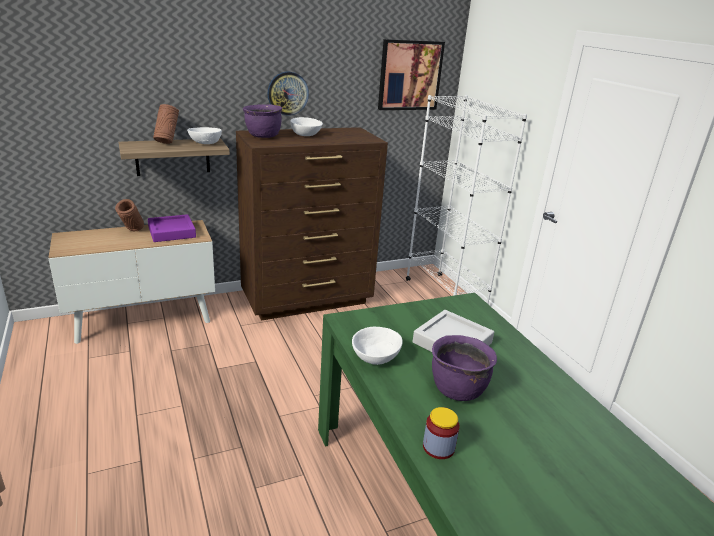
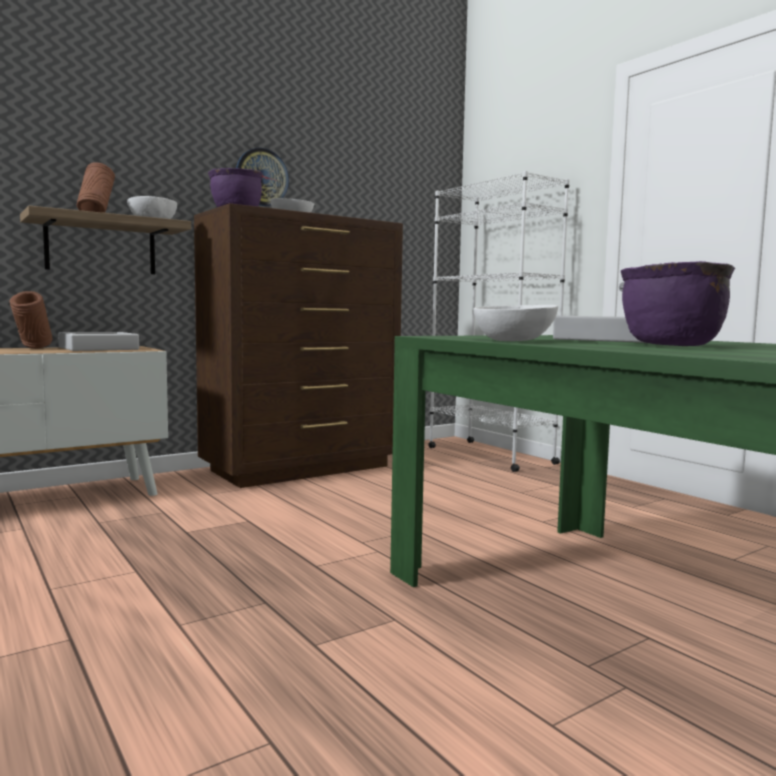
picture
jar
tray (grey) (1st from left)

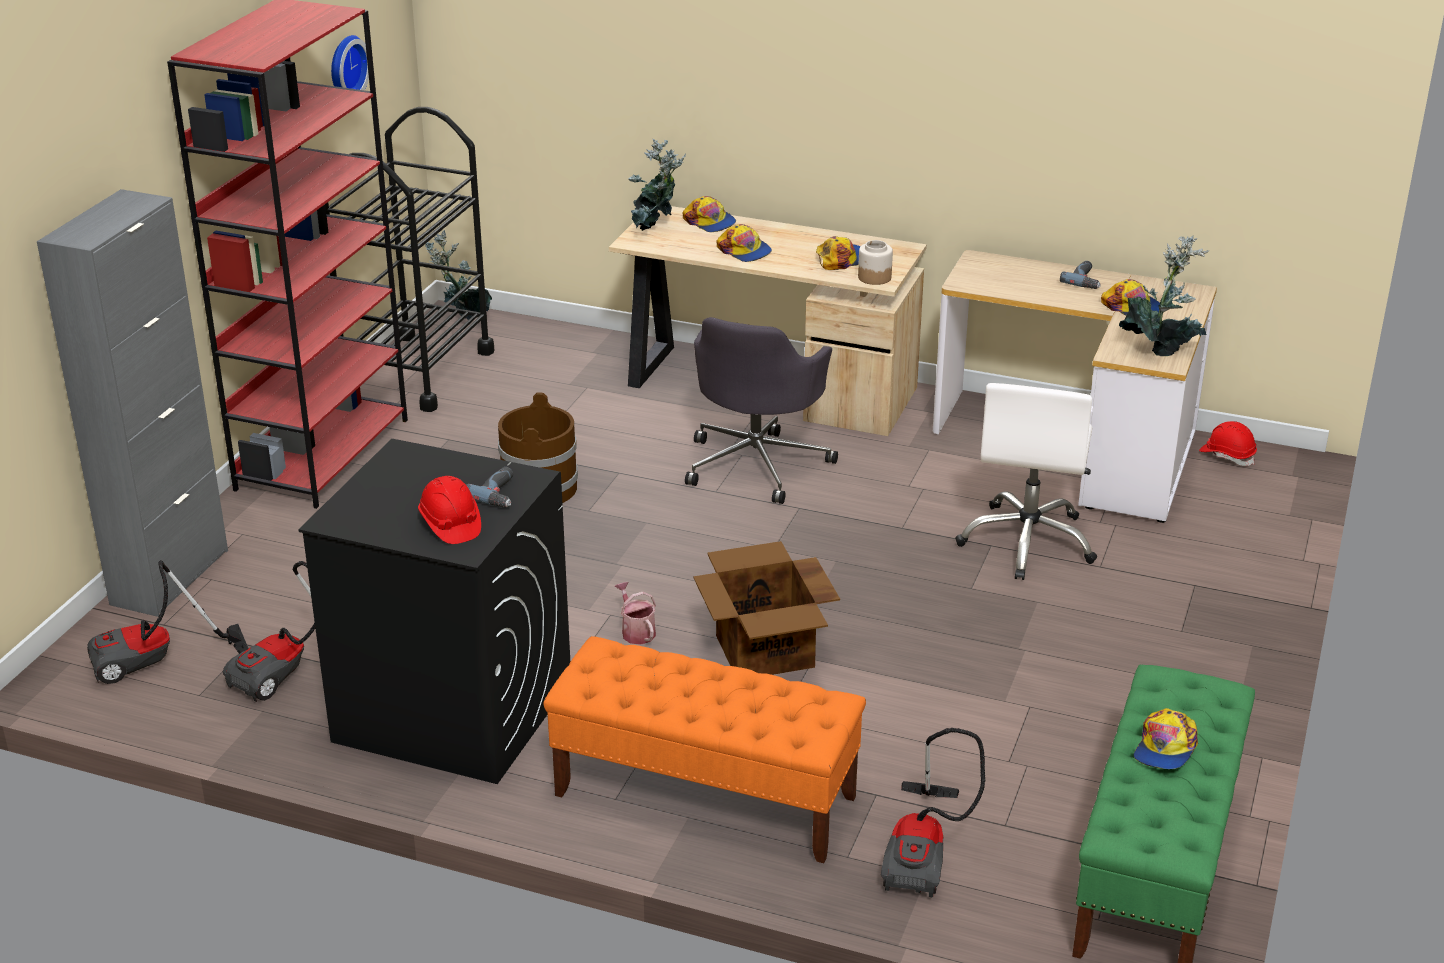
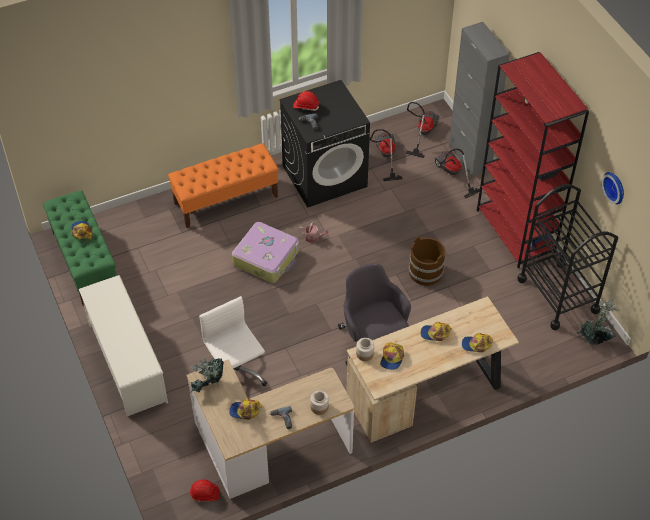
potted plant (2nd from left in the first image)
shoe rack (white)
jar (1st from left)
vacuum cleaner (3rd from left)
suitcase

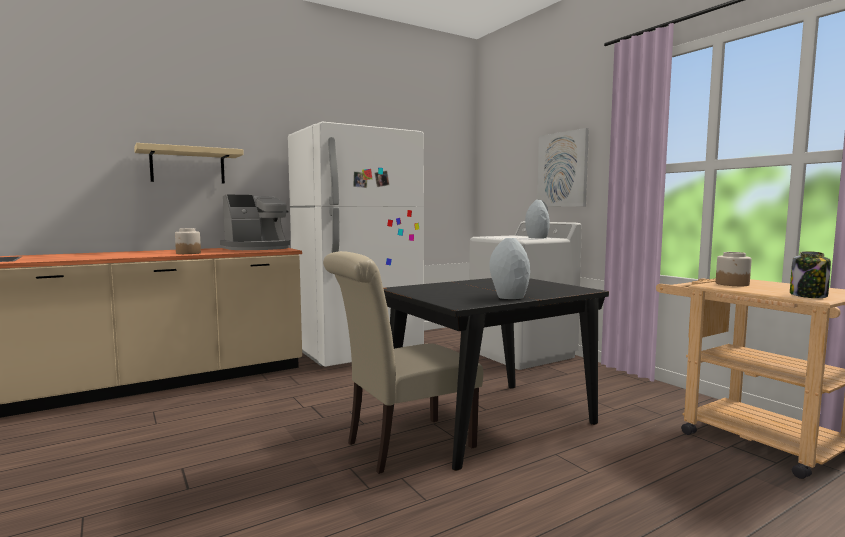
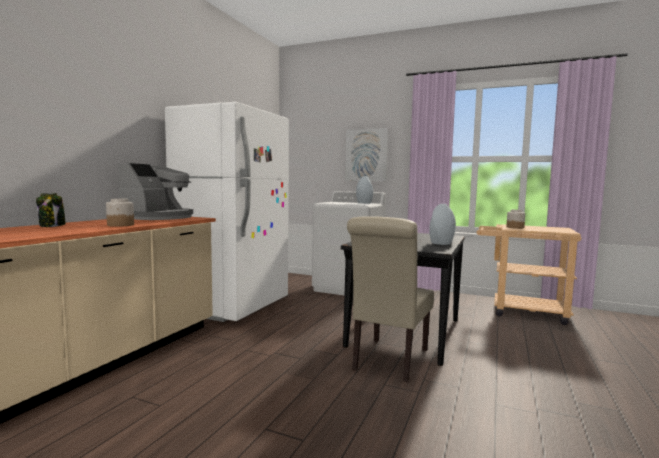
shelf (beige)
jar (1st from left)

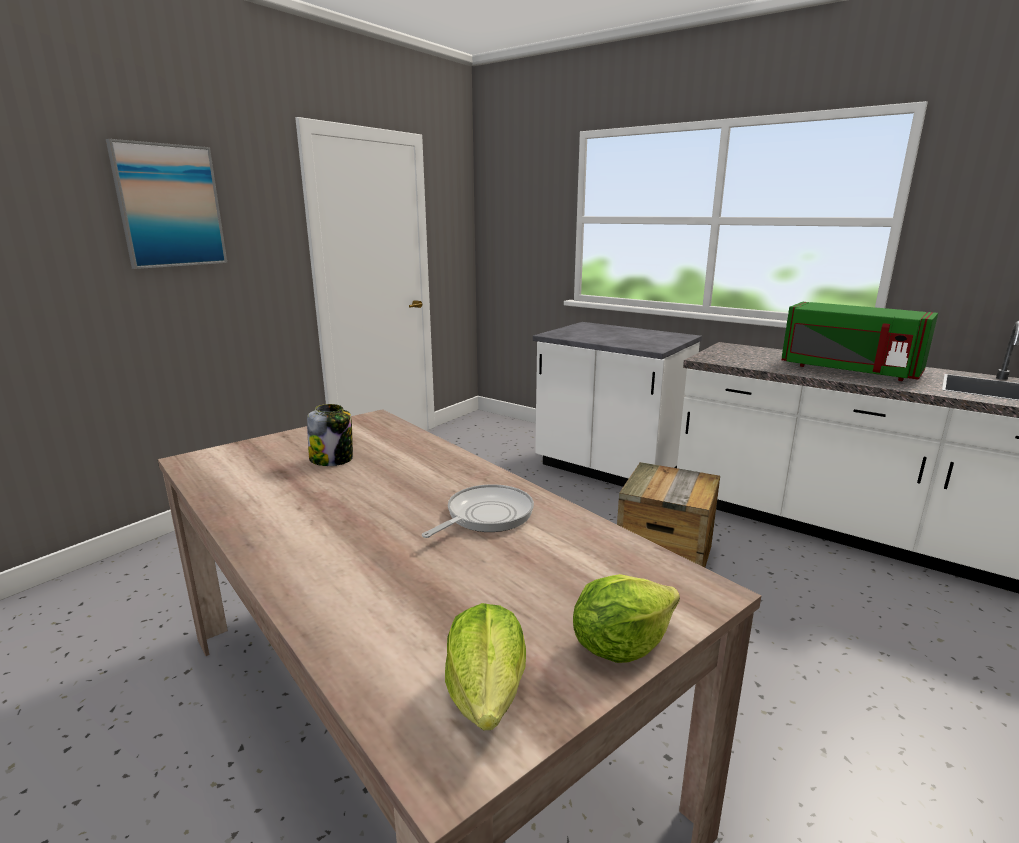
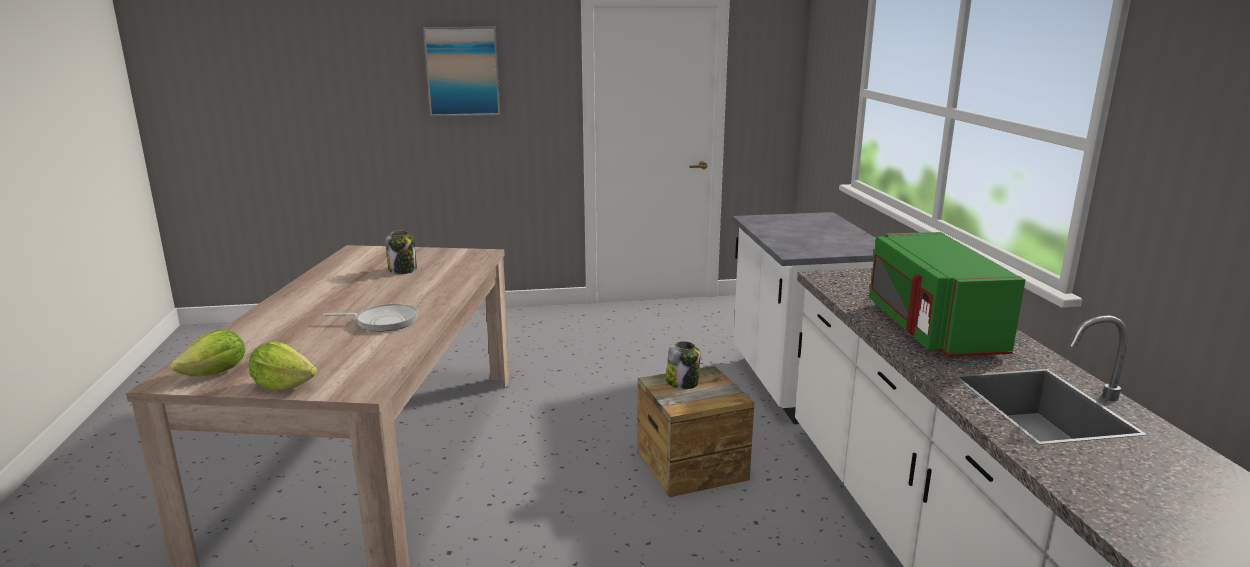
jar (2nd from left)

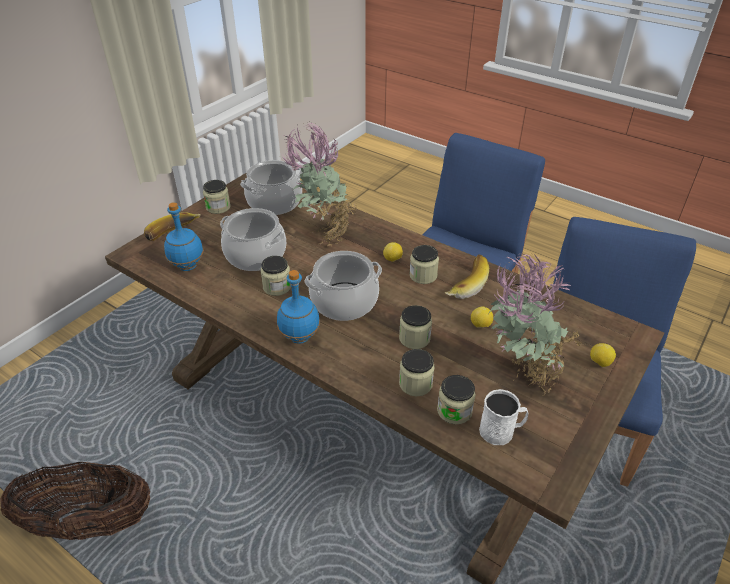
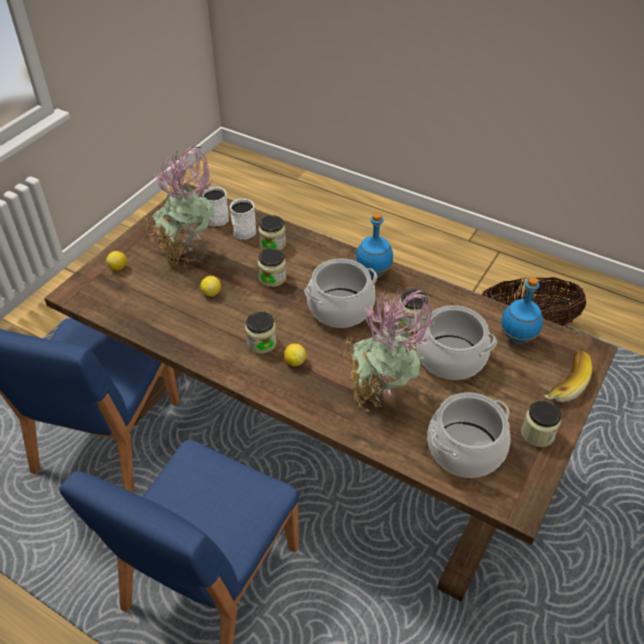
banana (2nd from left in the first image)
mug (white) (2nd from left)

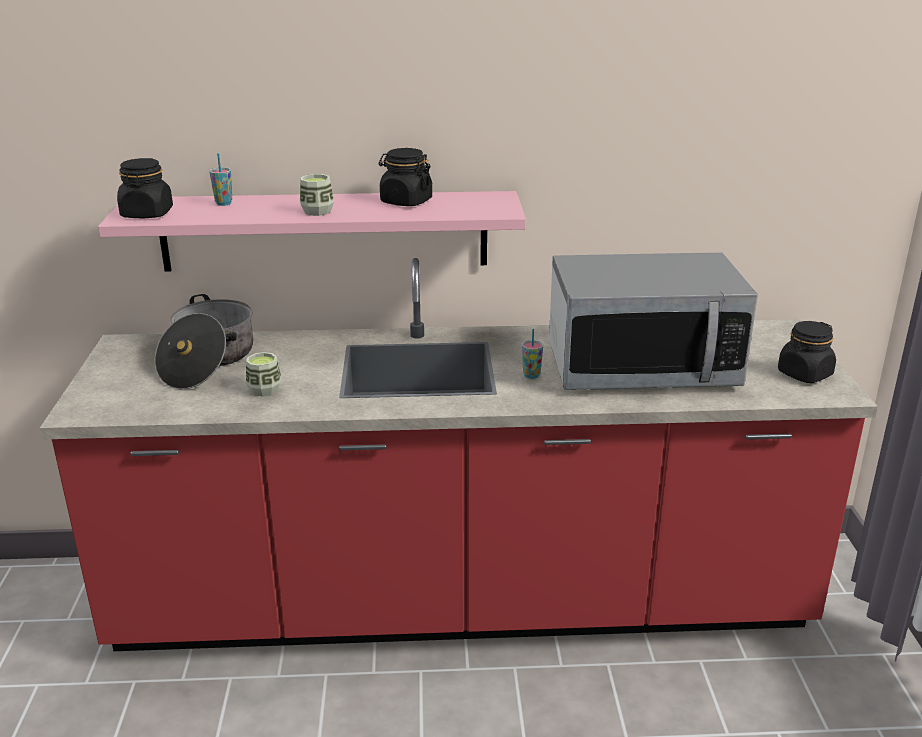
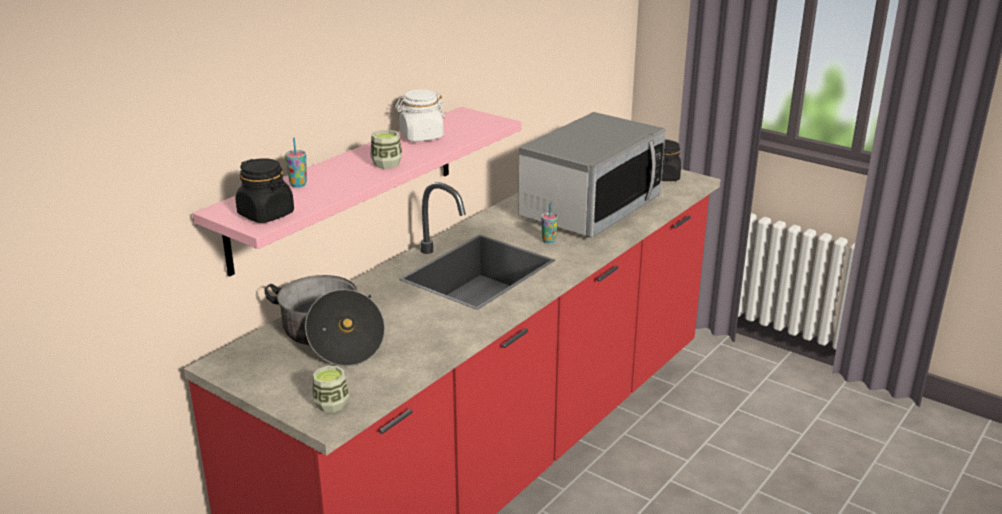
cup (2nd from left)
jar (white)

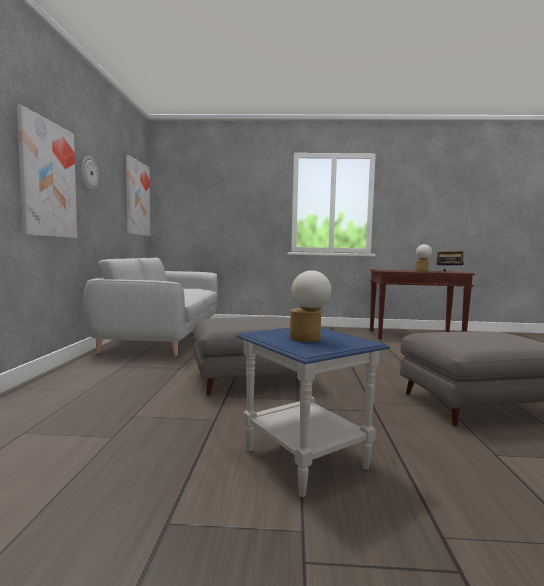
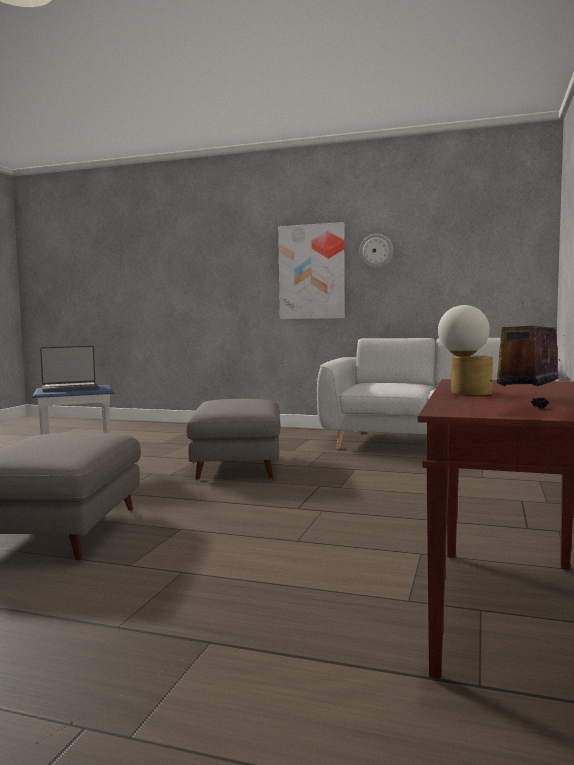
picture (2nd from left in the first image)
laptop

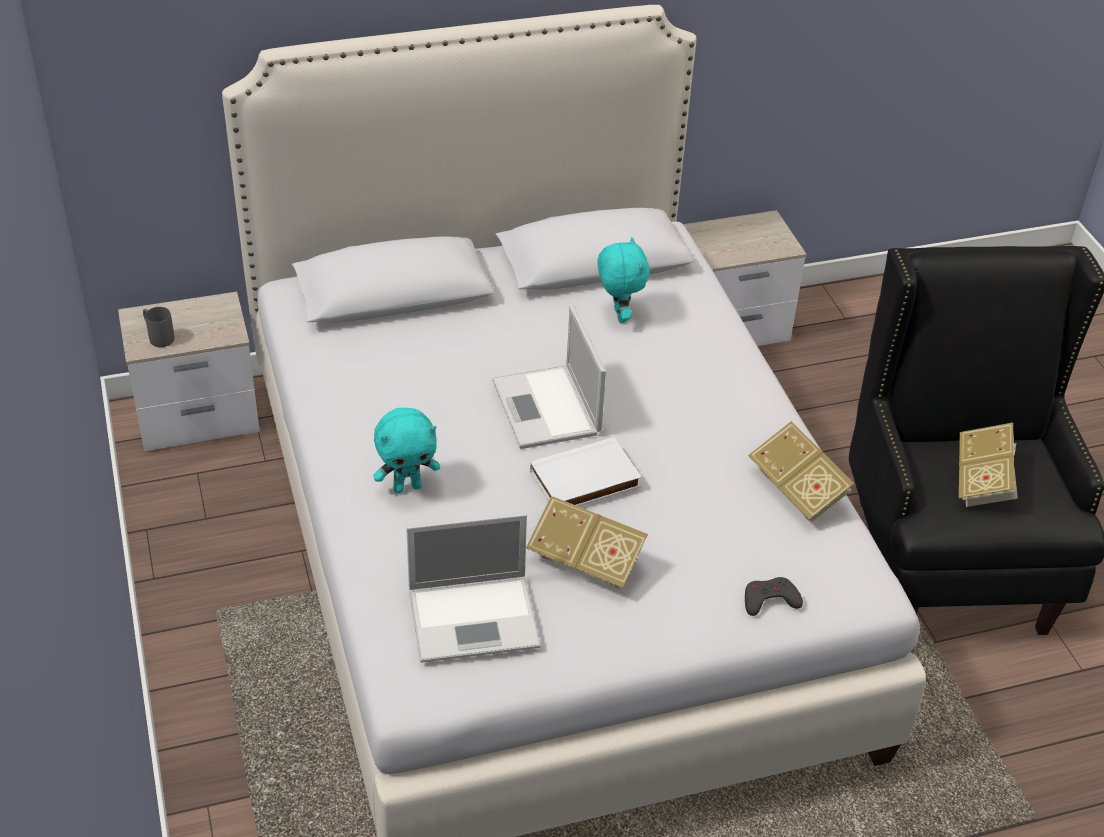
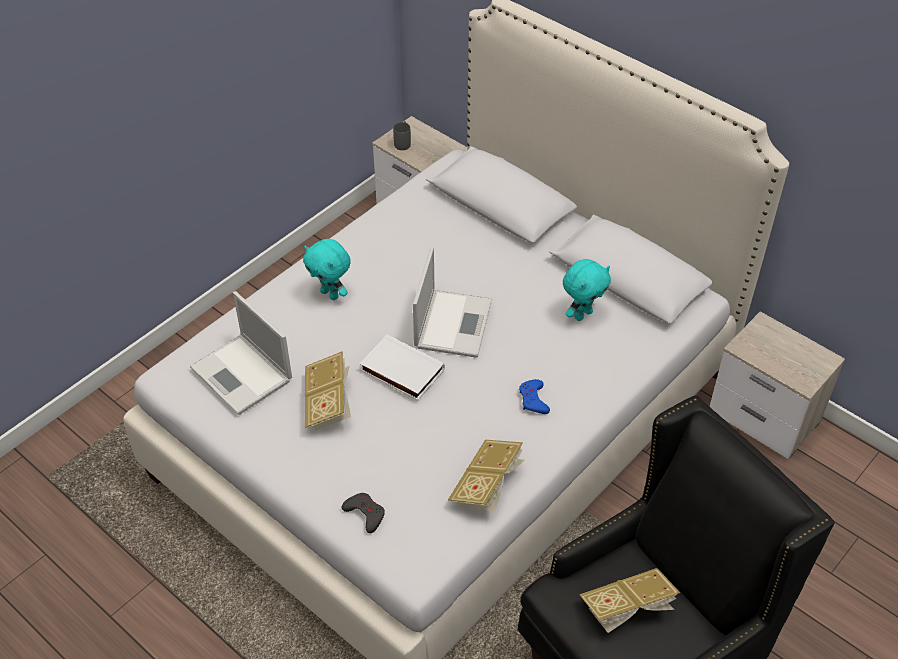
game controller (blue)
laptop (2nd from left)

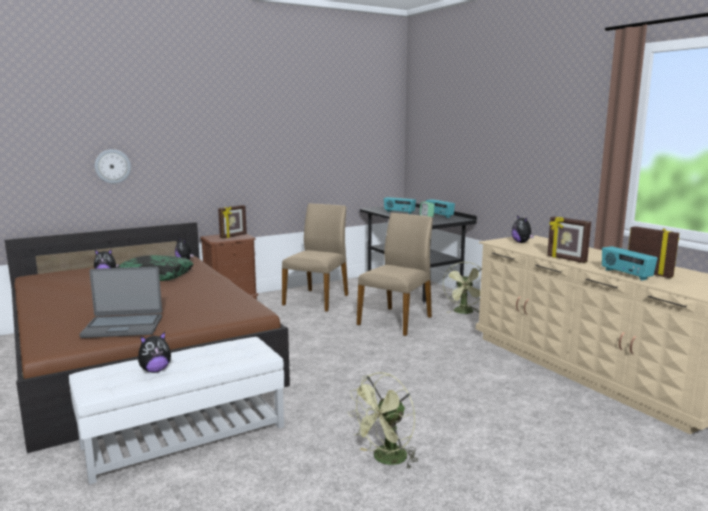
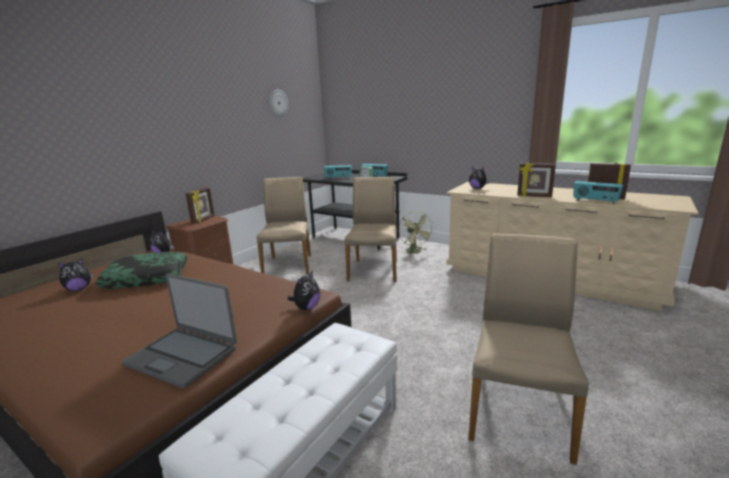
wall clock
plush toy (3rd from left)
chair (beige) (3rd from left)
laptop

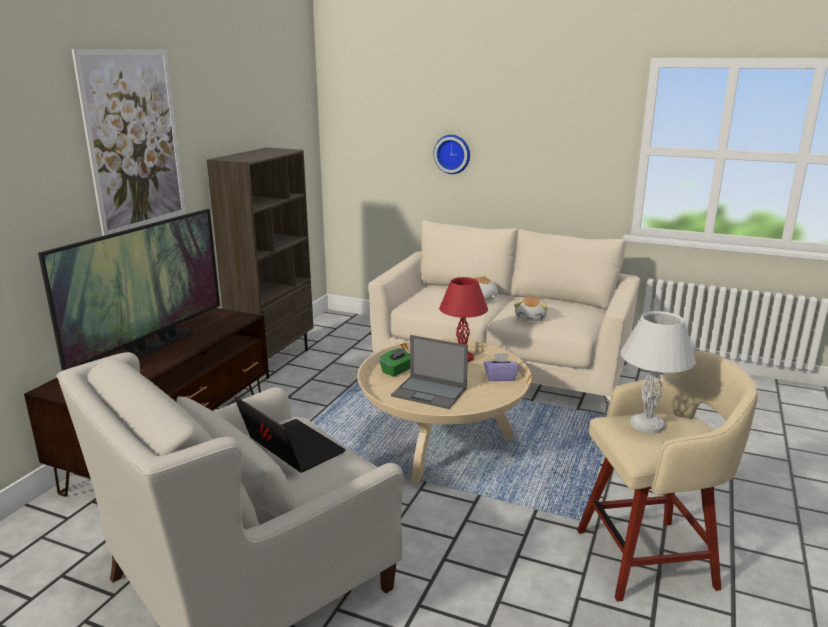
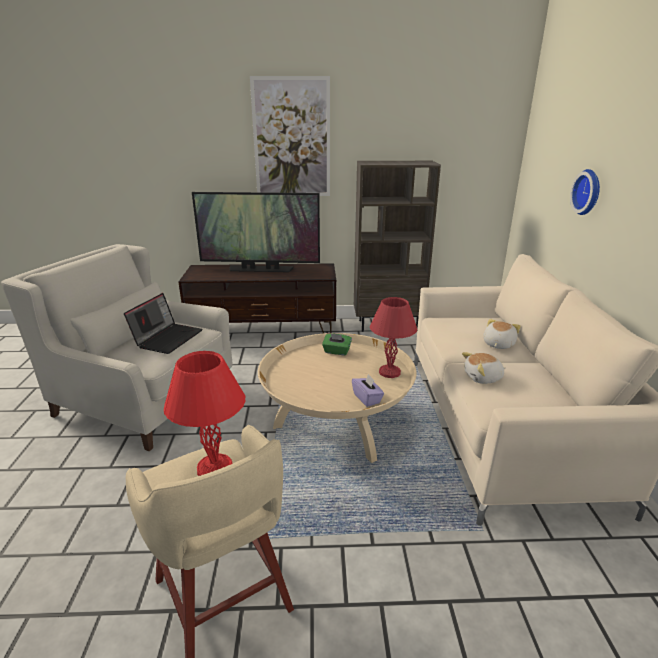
laptop (2nd from left in the first image)
table lamp (red) (1st from left)

